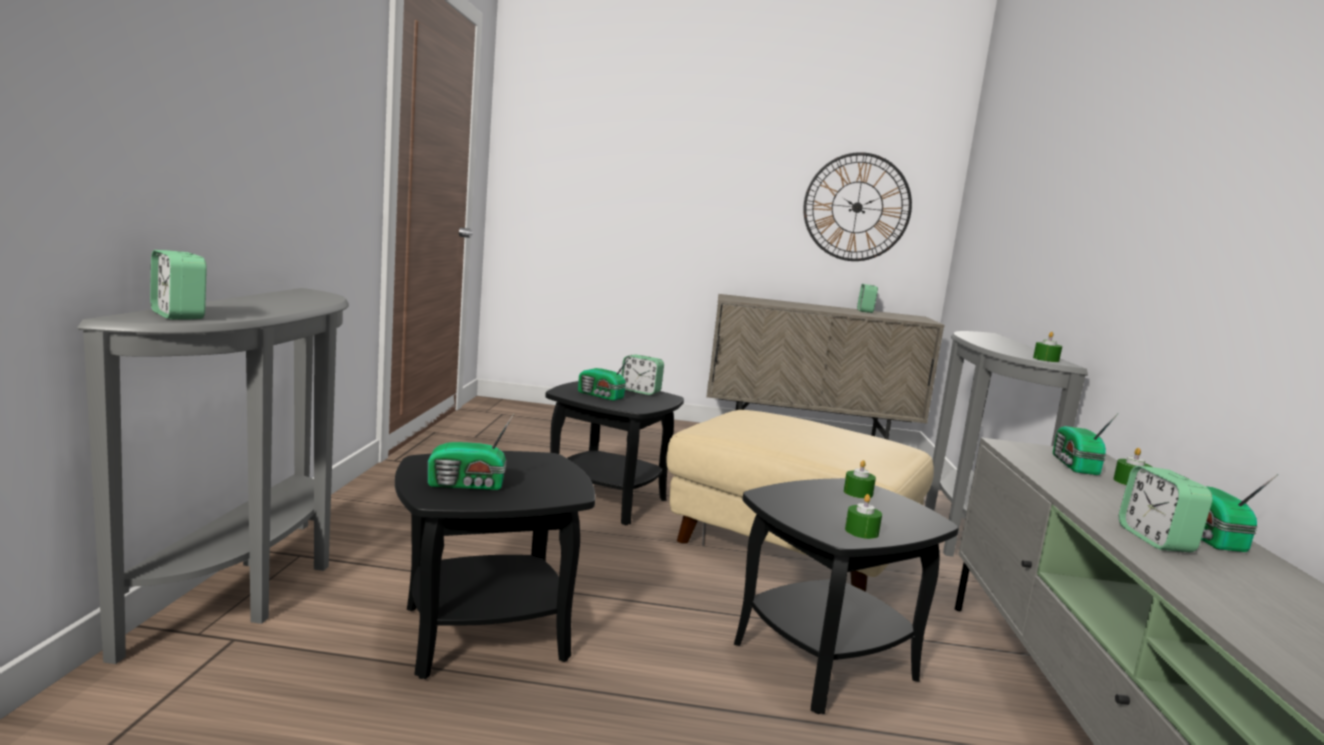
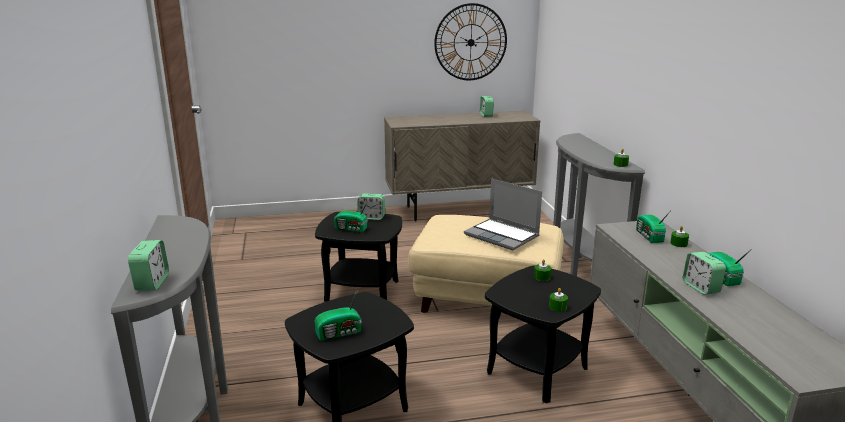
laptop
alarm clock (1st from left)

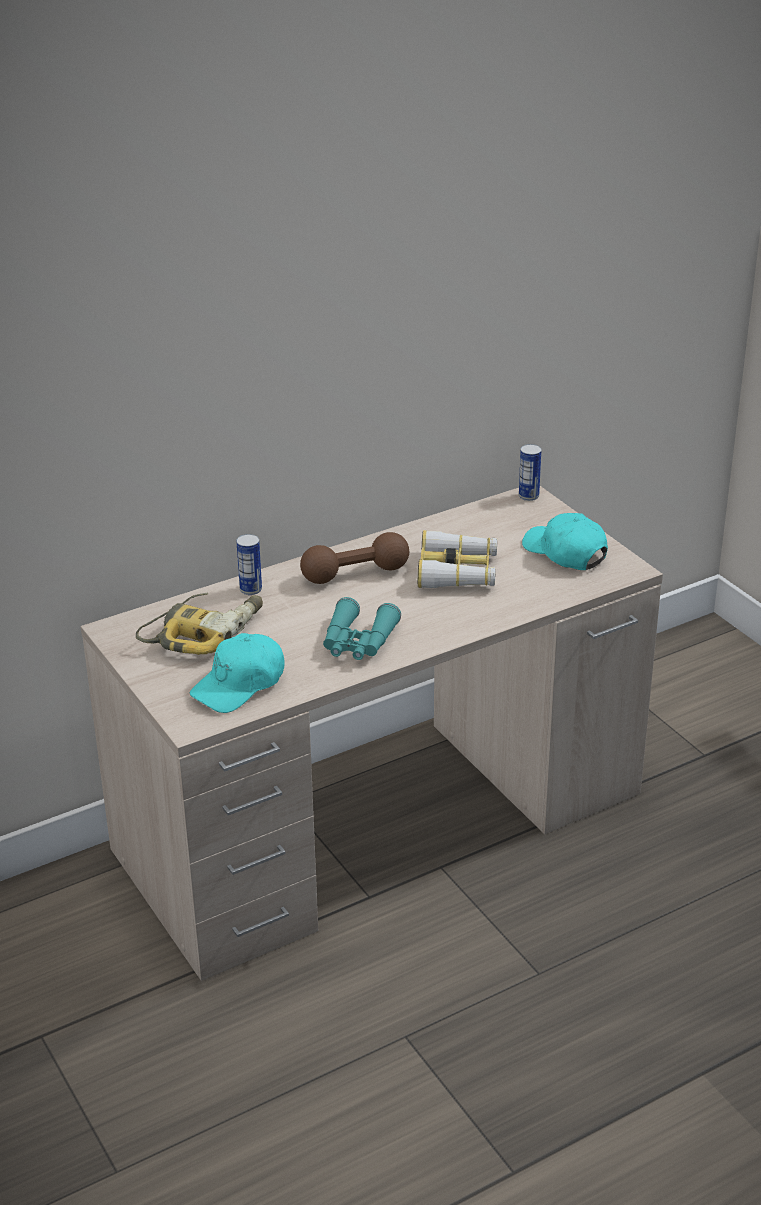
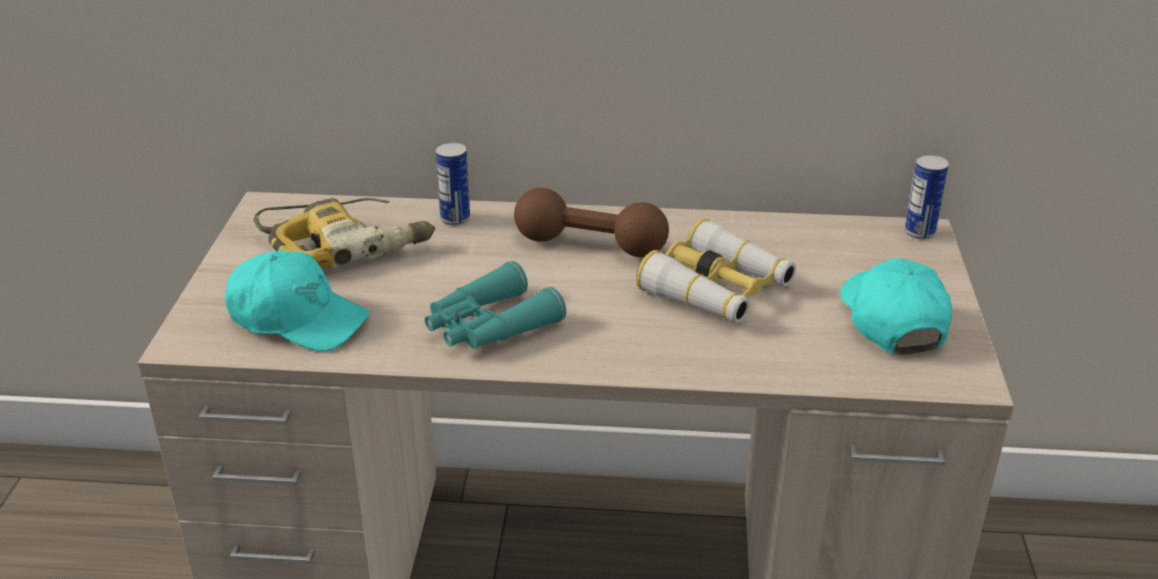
cap (turquoise) (1st from left)

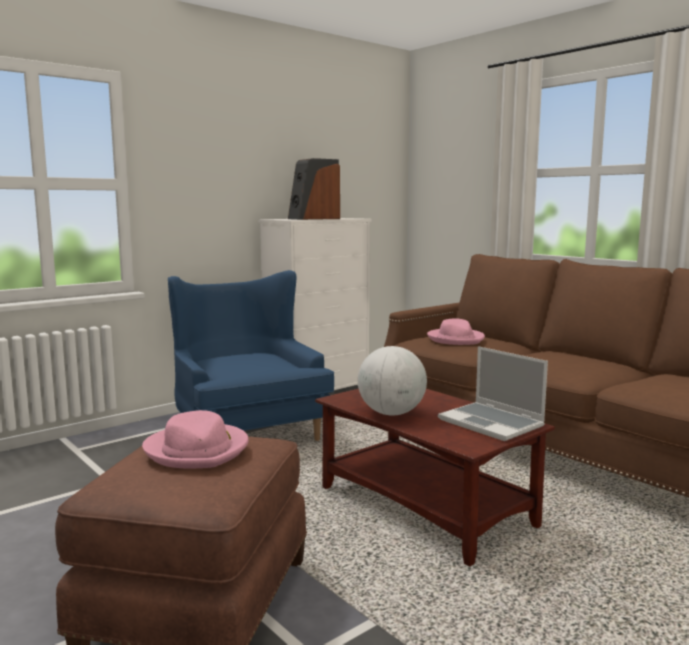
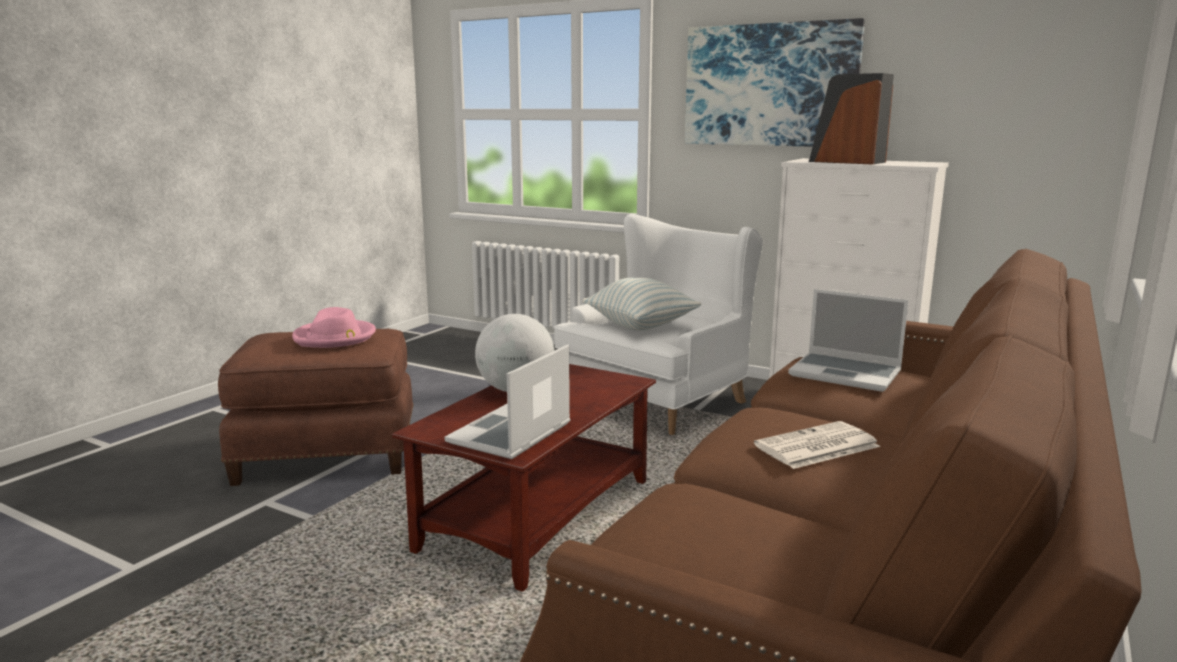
pillow
picture
newspaper
laptop (2nd from left)
armchair (white)

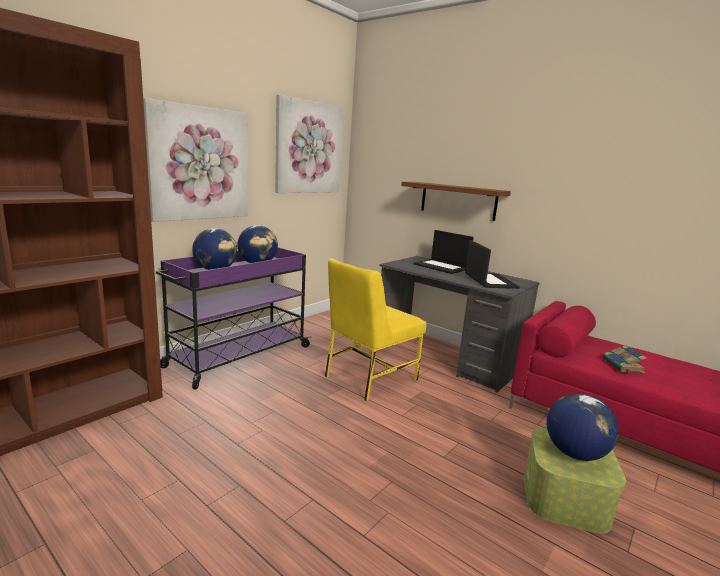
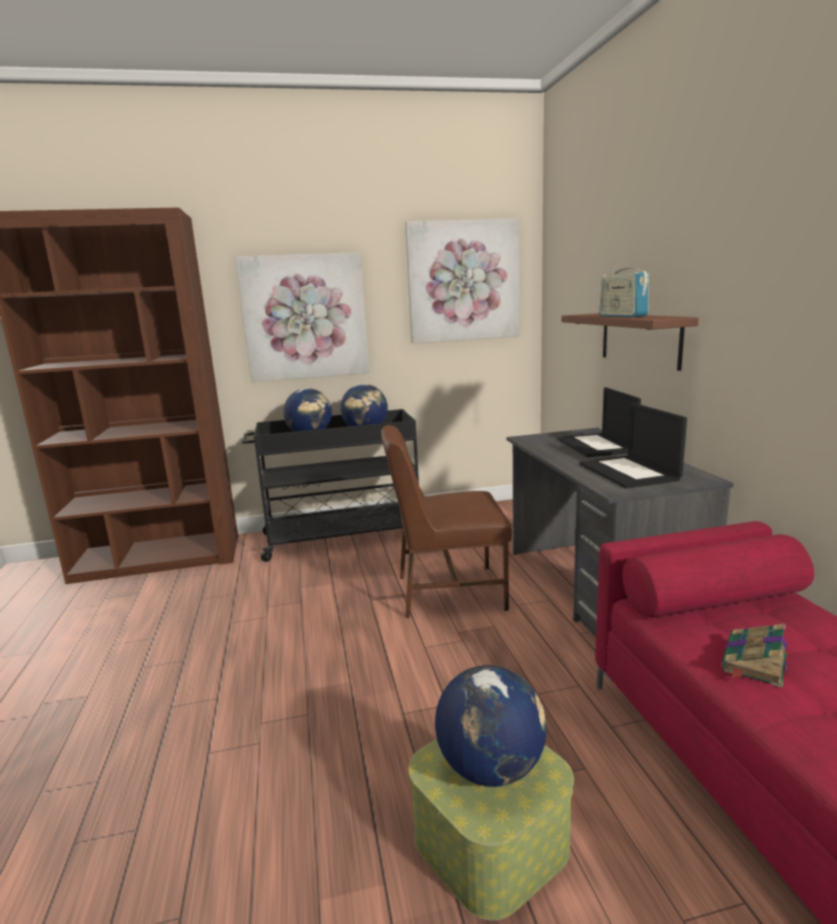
radio
cart (black)
chair (brown)
laptop (2nd from left)

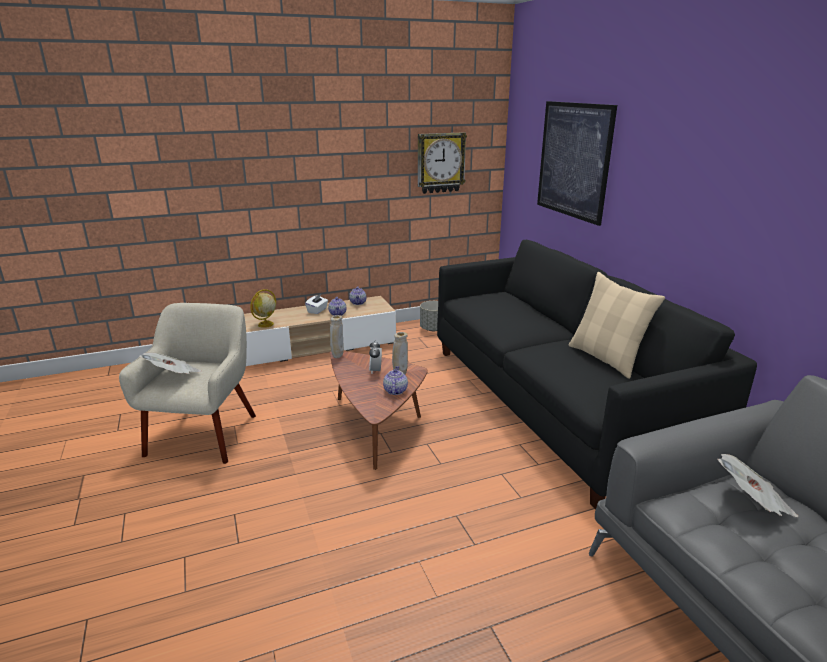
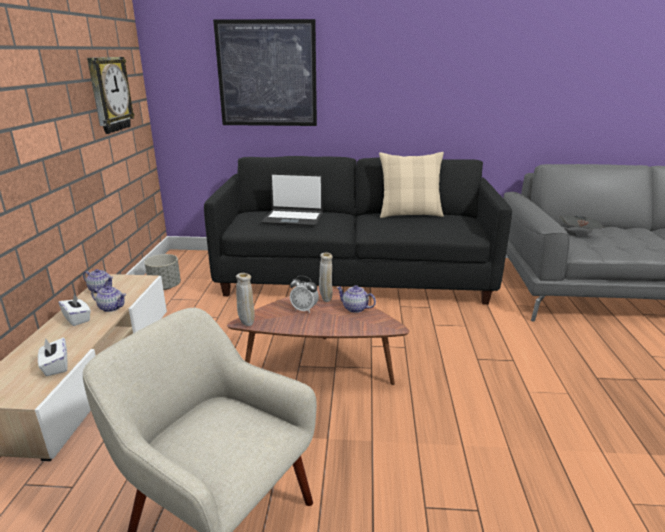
newspaper (1st from left in the first image)
laptop
tissue box (white) (1st from left)

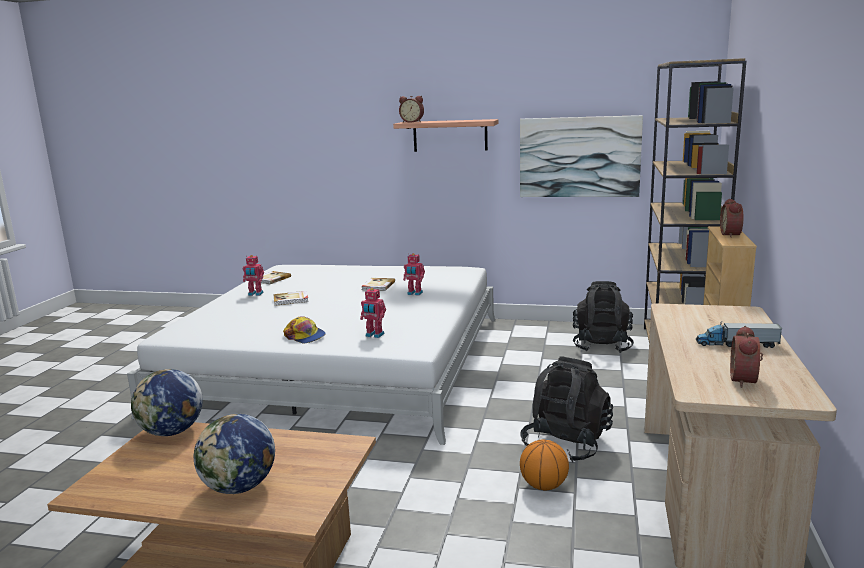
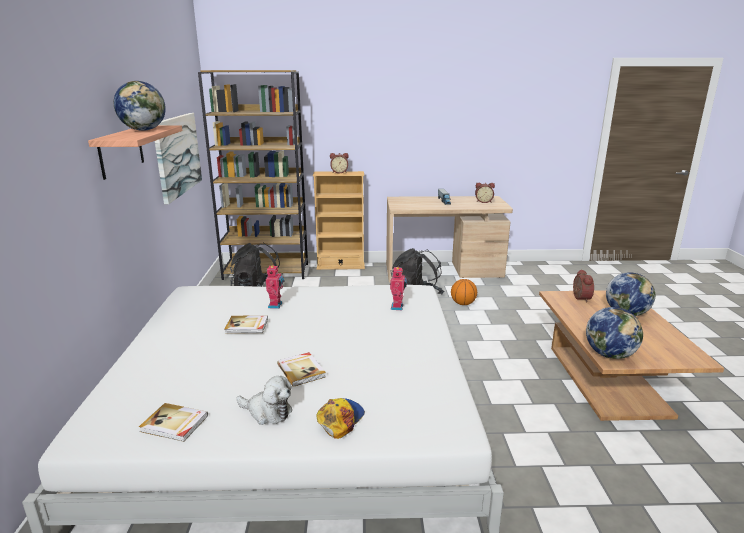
globe (1st from left)
cap
alarm clock (3rd from left)
plush toy

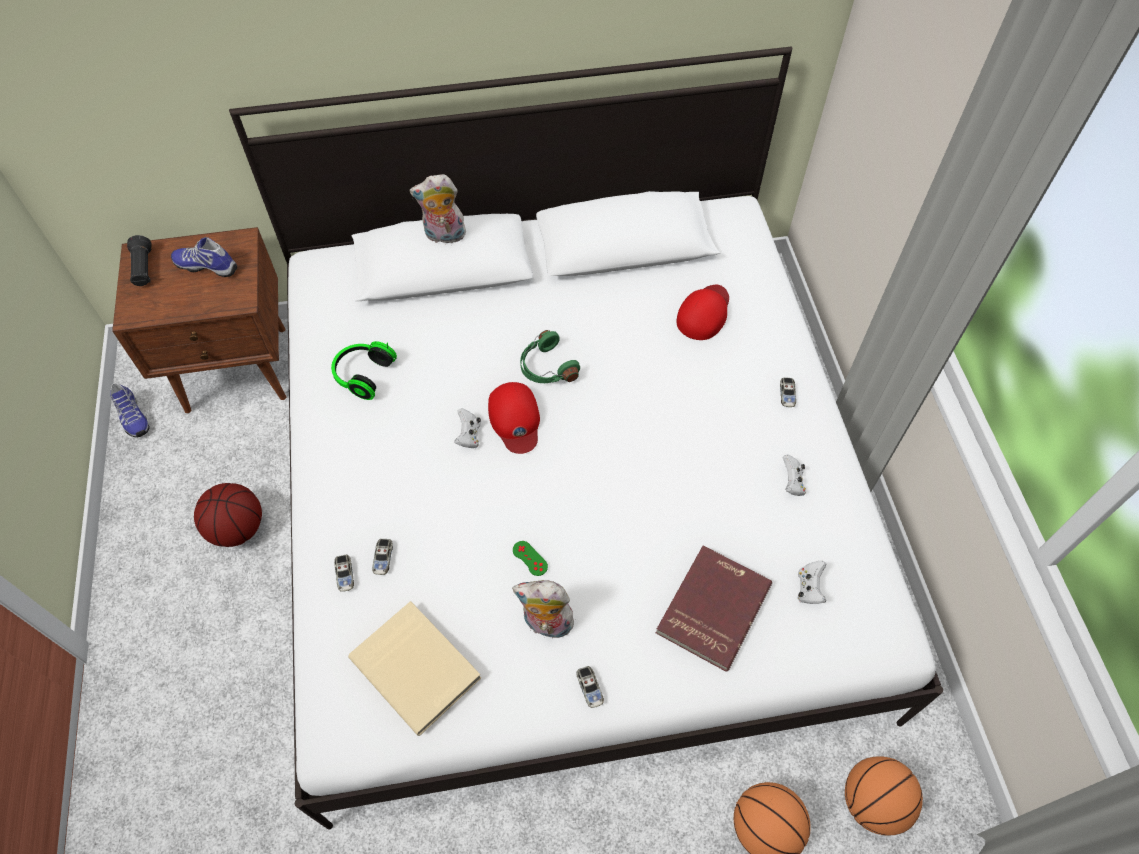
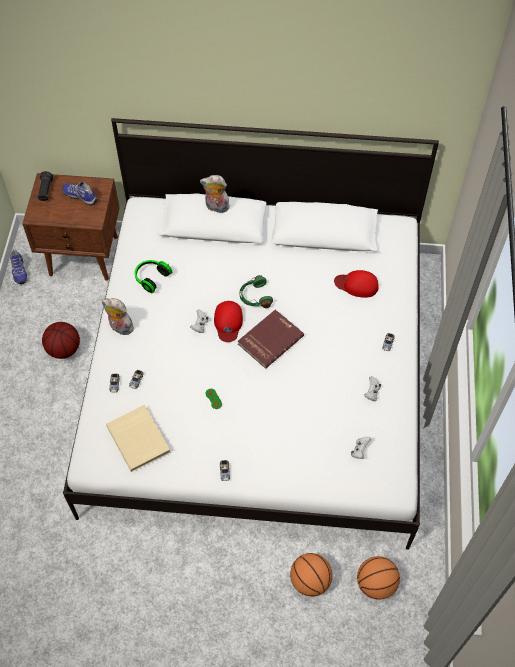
plush toy (1st from left)
book (red)
cap (red) (2nd from left)

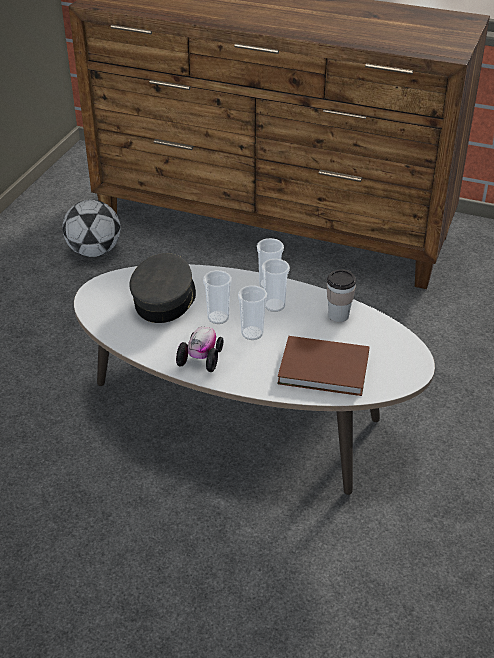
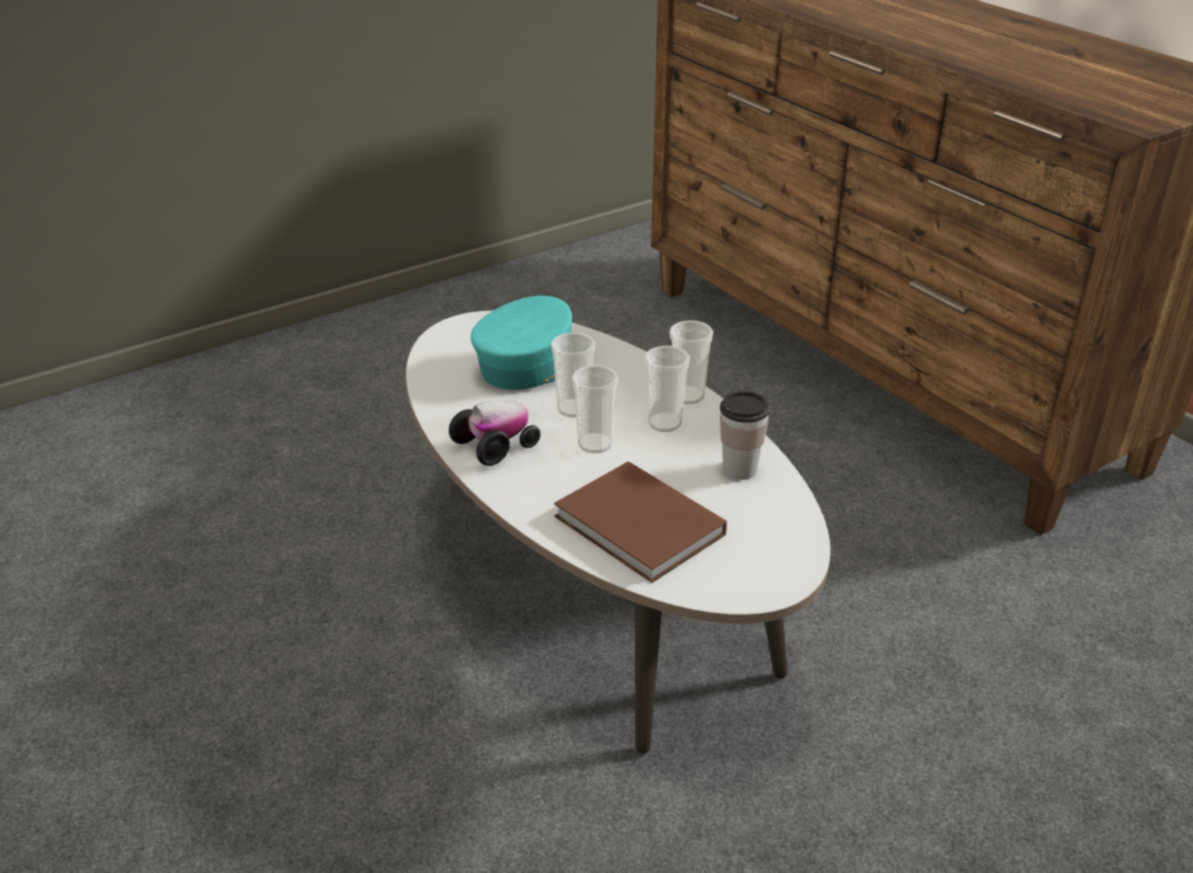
football
cap (turquoise)

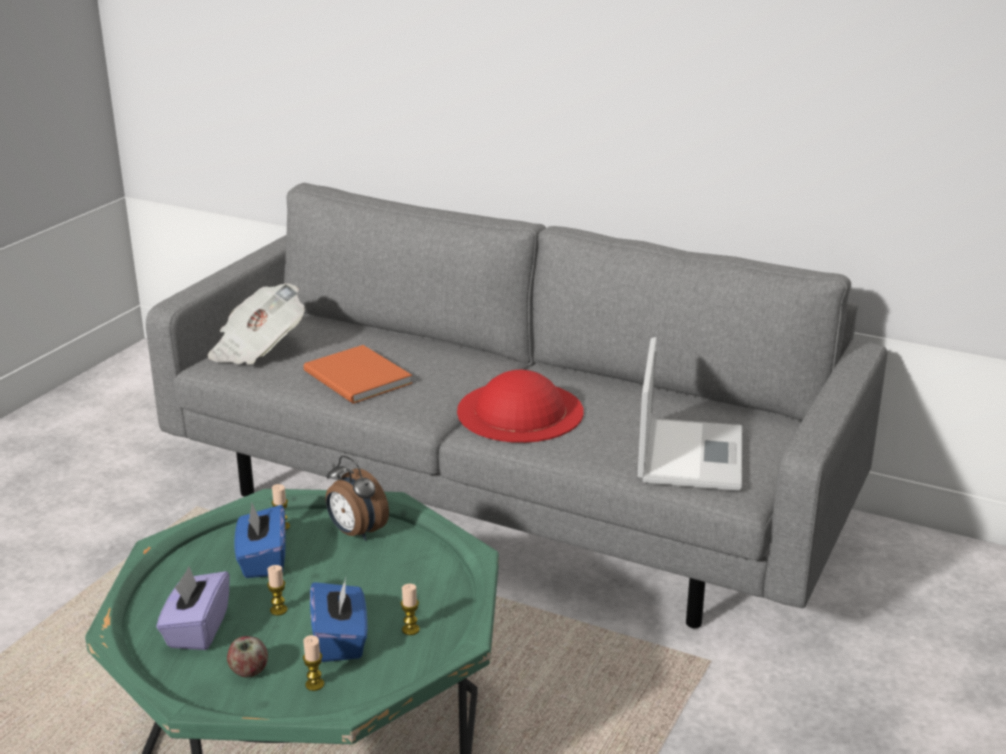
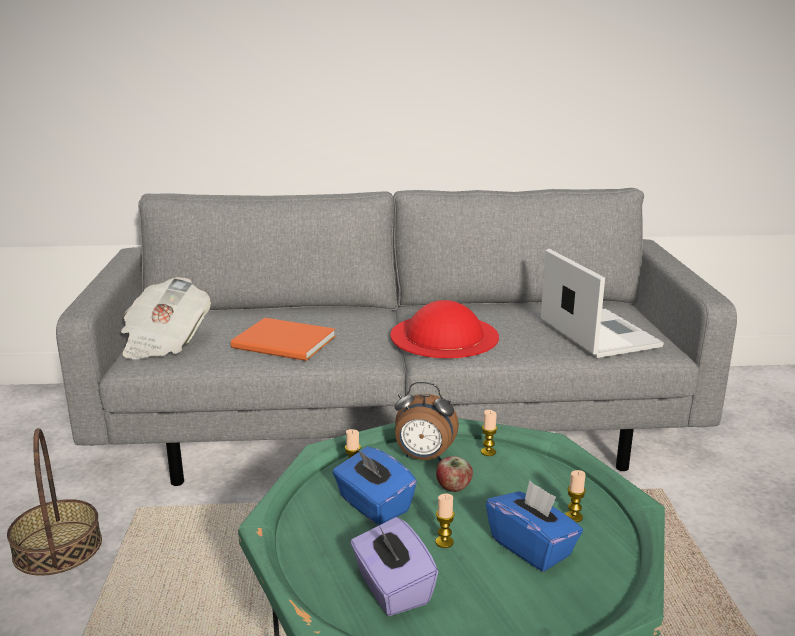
basket
apple
candle (3rd from left)

